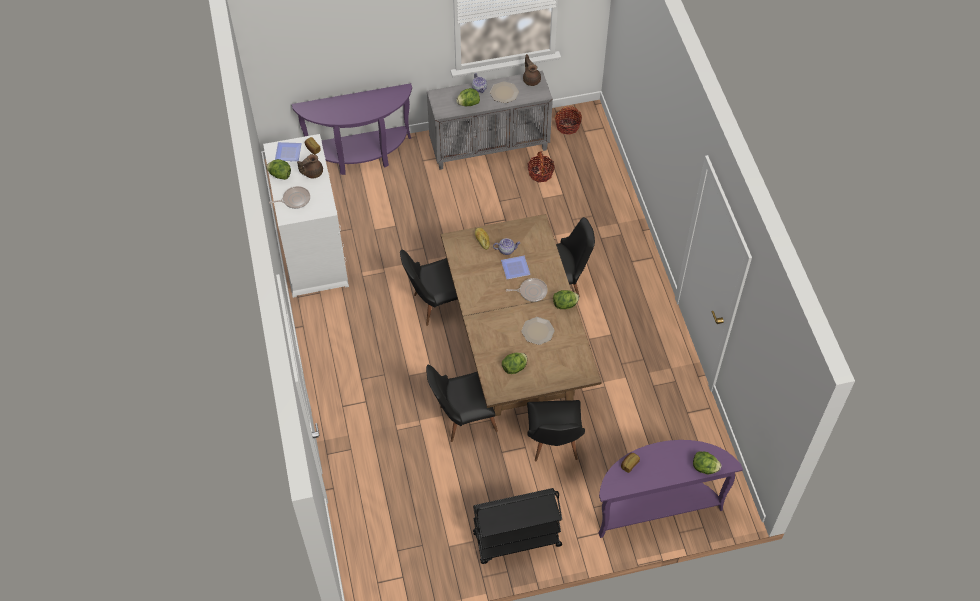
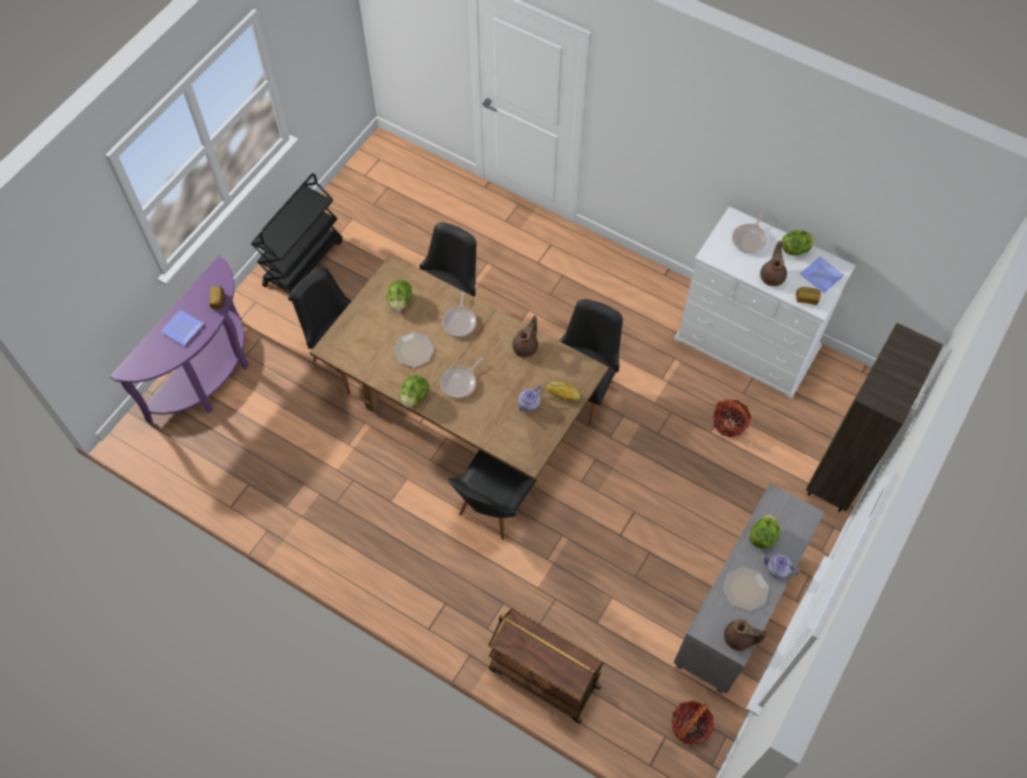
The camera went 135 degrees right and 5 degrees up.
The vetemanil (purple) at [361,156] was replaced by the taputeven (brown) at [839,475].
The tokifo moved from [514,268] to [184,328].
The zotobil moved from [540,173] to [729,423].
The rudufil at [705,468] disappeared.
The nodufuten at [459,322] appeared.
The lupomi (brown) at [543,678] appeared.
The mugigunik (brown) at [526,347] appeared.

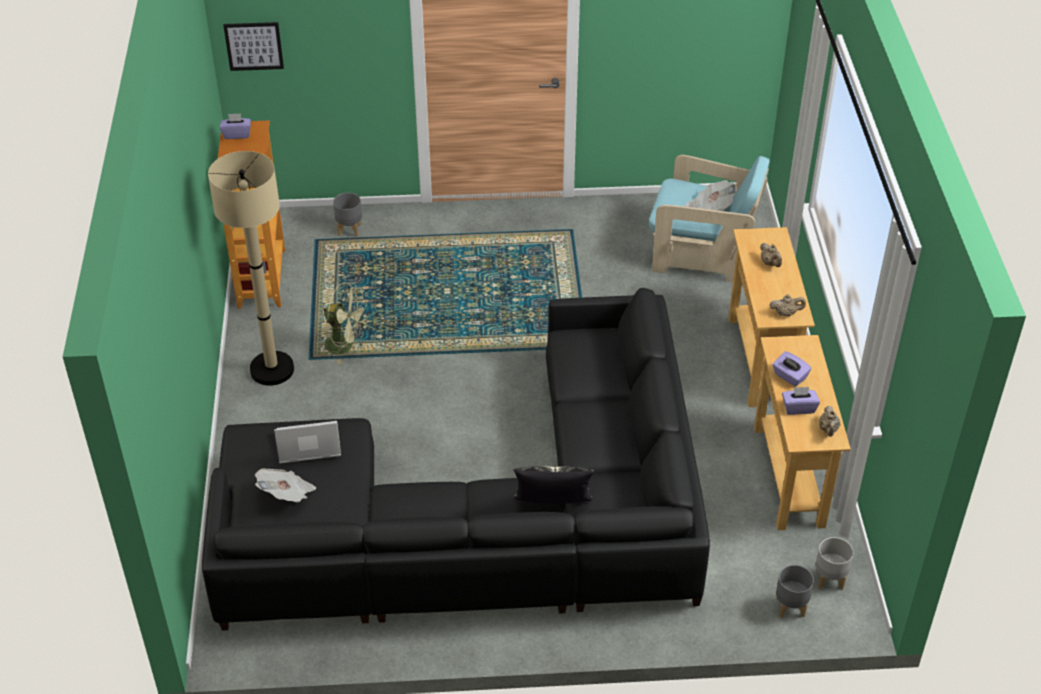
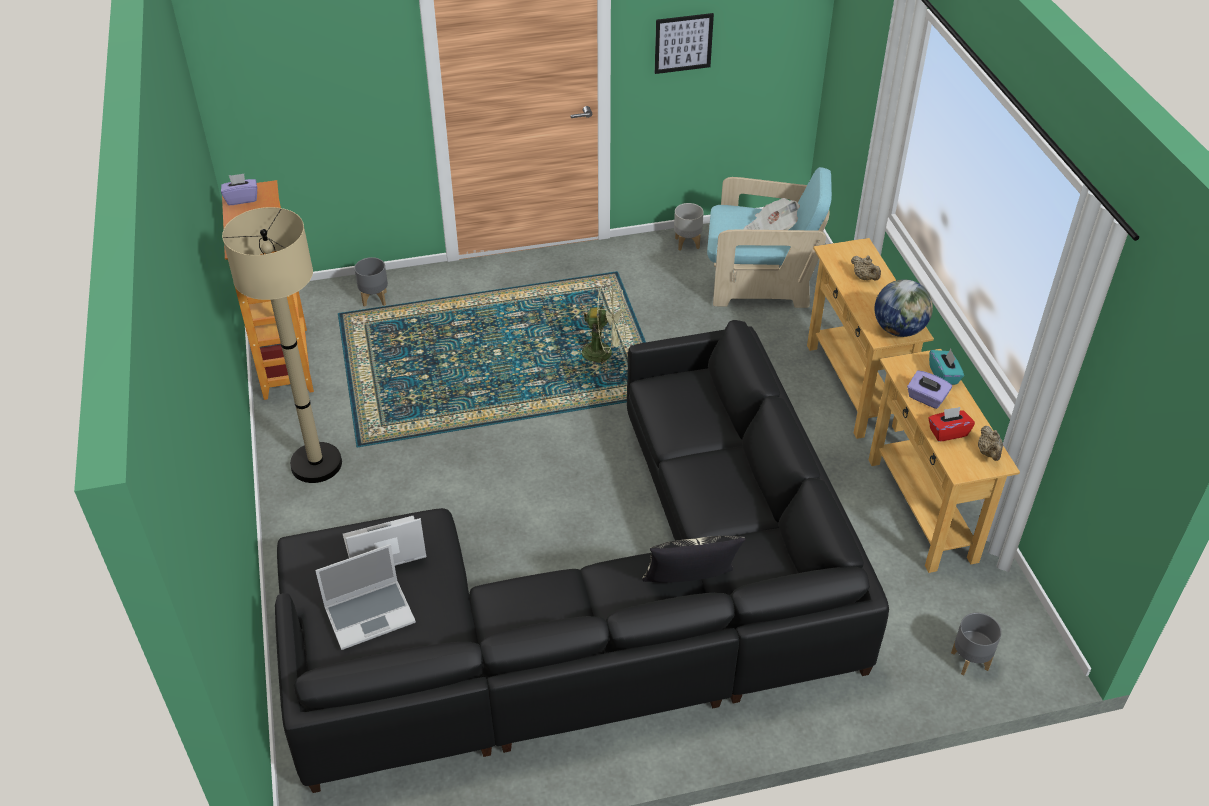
The camera went 10 degrees left and 0 degrees up.
The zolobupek moved from [254,46] to [683,43].
The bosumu at [287,494] was replaced by the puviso at [370,614].
The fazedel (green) moved from [345,346] to [604,353].
The mugigunik (beige) at [786,313] was replaced by the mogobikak at [899,329].
The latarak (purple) at [798,408] became the latarak (red) at [948,432].
The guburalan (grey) moved from [829,580] to [687,243].
The latarak (turquoise) at [944,375] appeared.

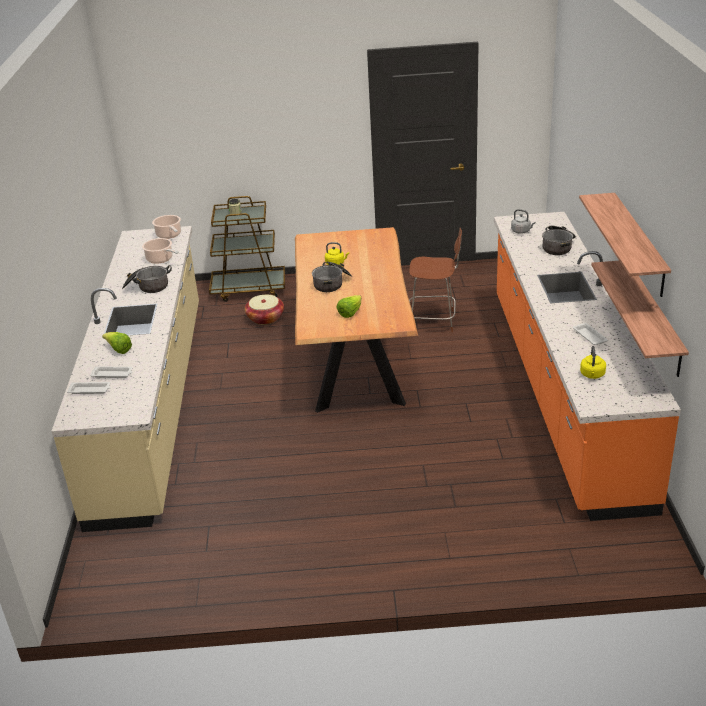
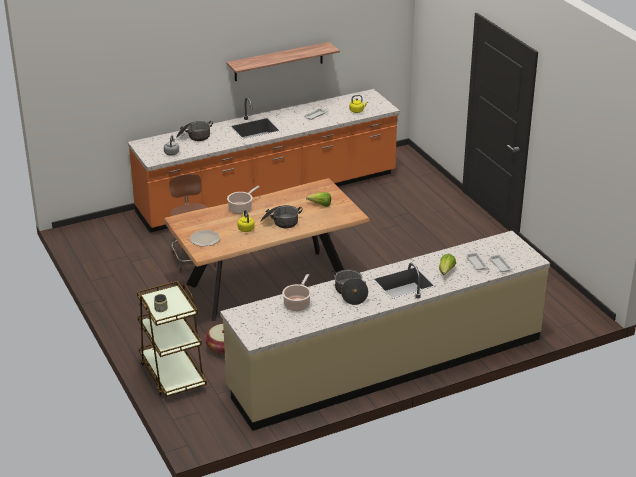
The camera went 115 degrees left and 0 degrees up.
The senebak moved from [169,235] to [241,208].
The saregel at [654,317] disappeared.
The tokifo at [204,239] appeared.

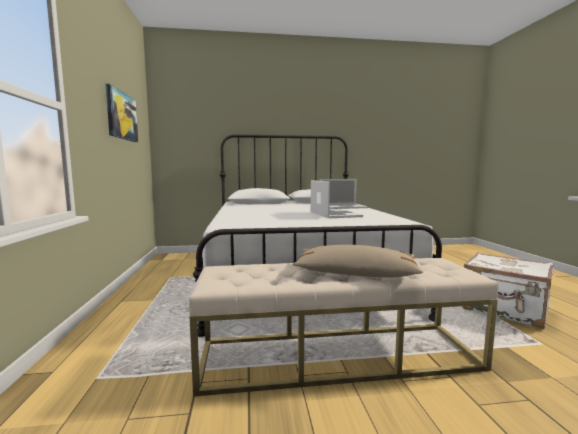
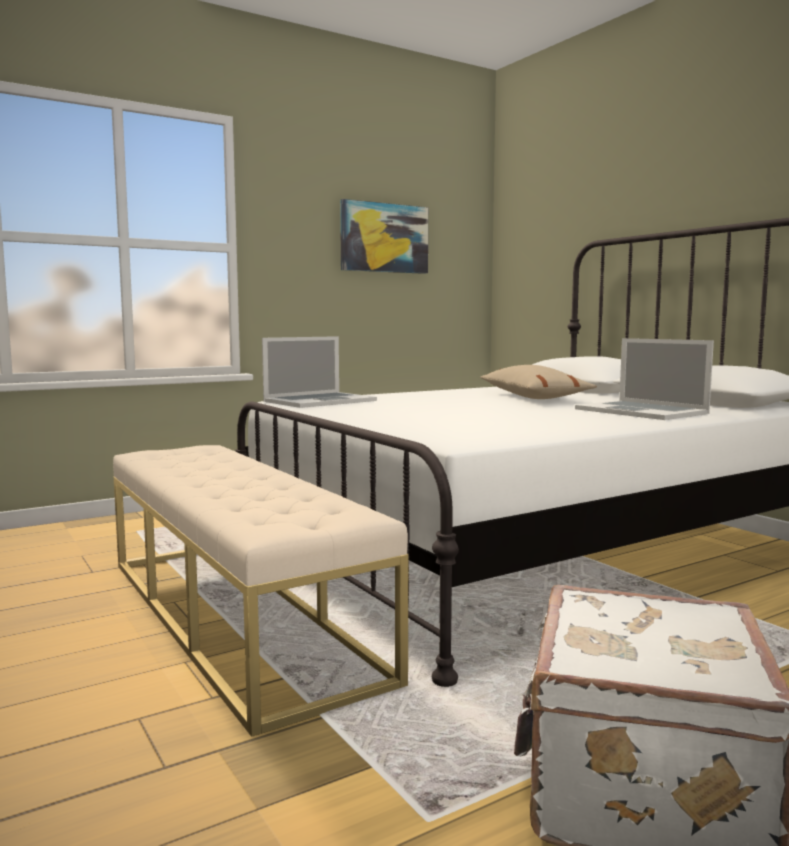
The camera went 65 degrees right and 0 degrees up.
The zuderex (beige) moved from [355,273] to [533,397].
The puviso moved from [334,214] to [319,401].

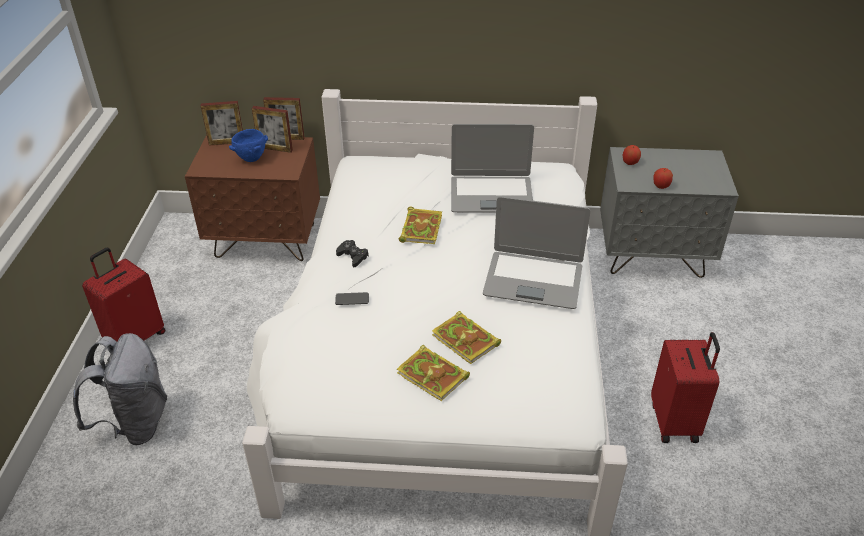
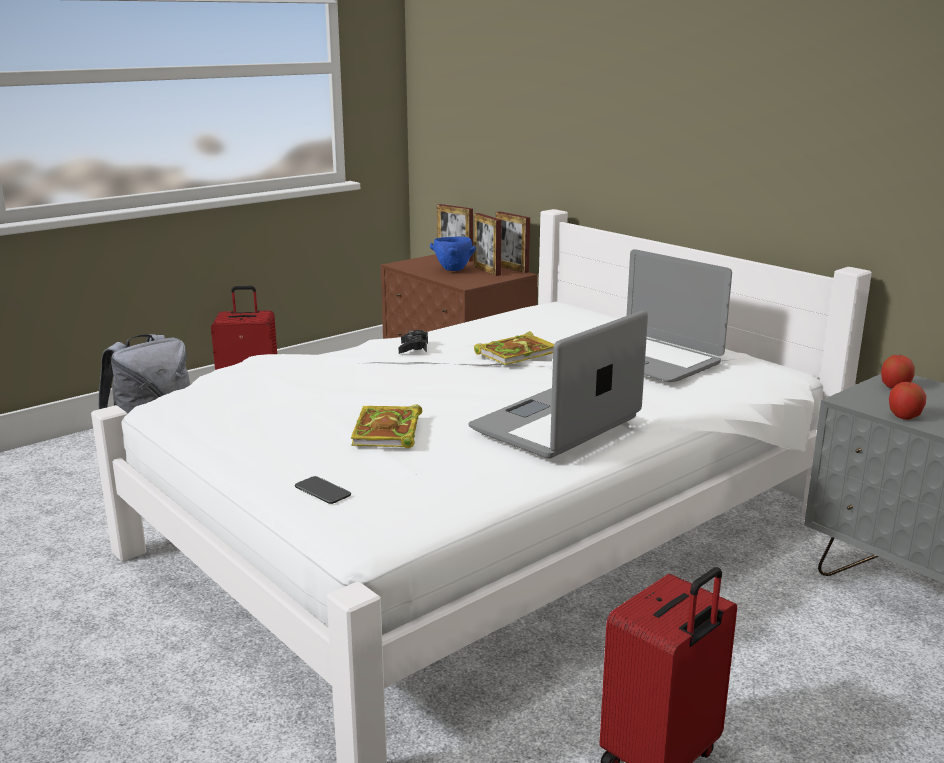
The camera went 45 degrees right and 20 degrees down.
The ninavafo moved from [352,299] to [322,491].
The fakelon at [434,376] disappeared.
The puviso at [533,280] turned 75 degrees clockwise.

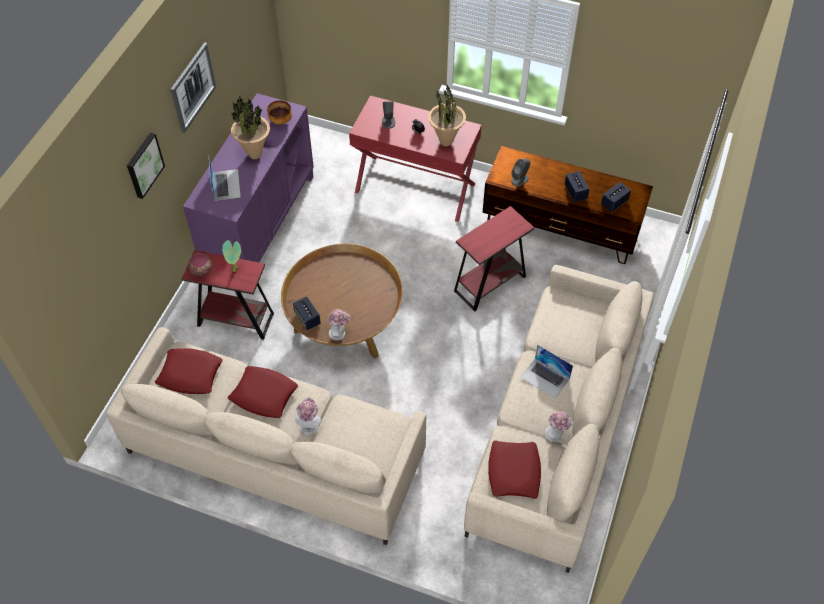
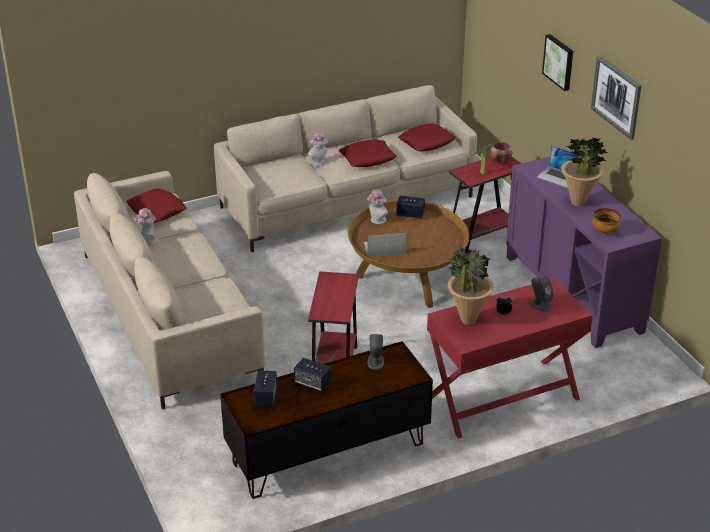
The camera went 135 degrees right and 20 degrees down.
The puviso moved from [545,378] to [384,248].

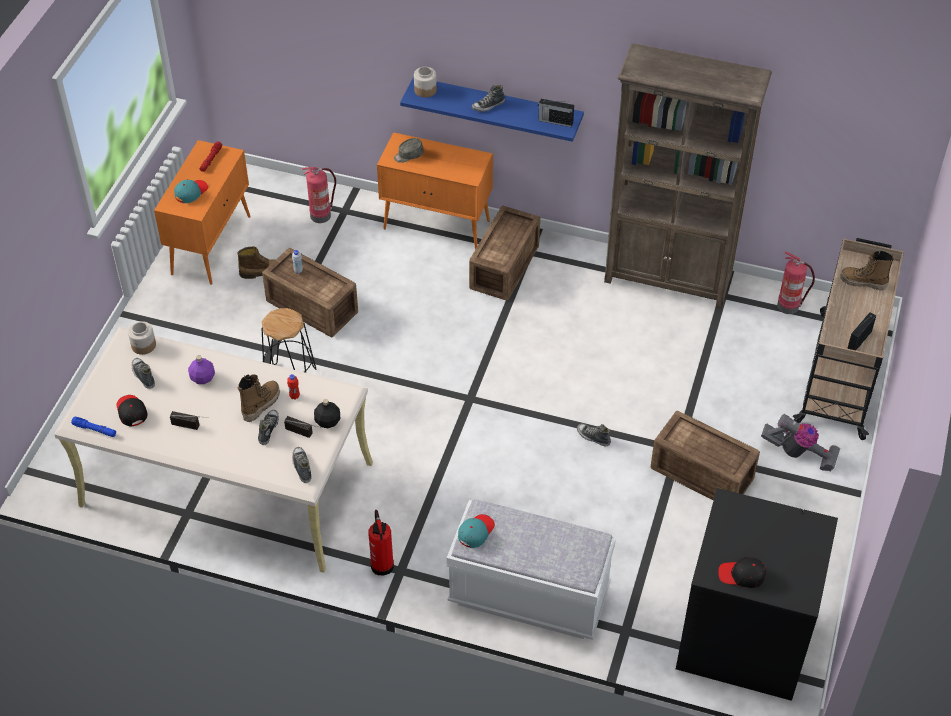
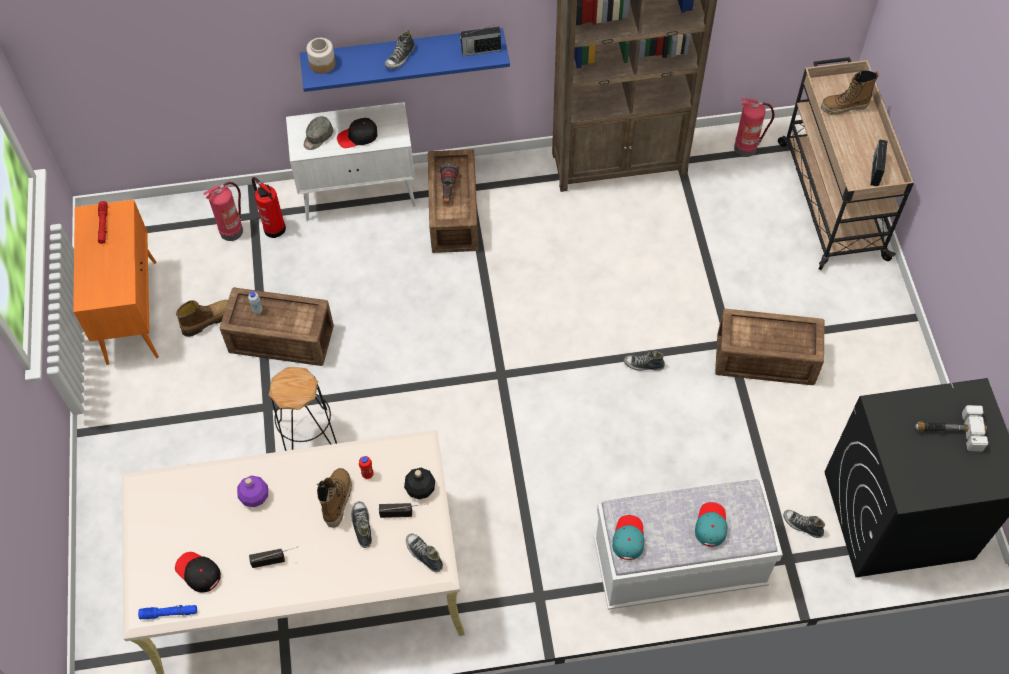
The camera went 25 degrees left and 10 degrees up.
The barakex at [143,345] disappeared.
The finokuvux moved from [143,376] to [802,525].
The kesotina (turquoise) moved from [191,192] to [710,525].
The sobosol moved from [382,563] to [273,227].
The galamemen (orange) at [437,225] became the galamemen (white) at [360,194].
The kesotina (black) moved from [741,575] to [358,137].
The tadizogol at [799,453] disappeared.
The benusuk at [448,190] appeared.
The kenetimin at [948,431] appeared.

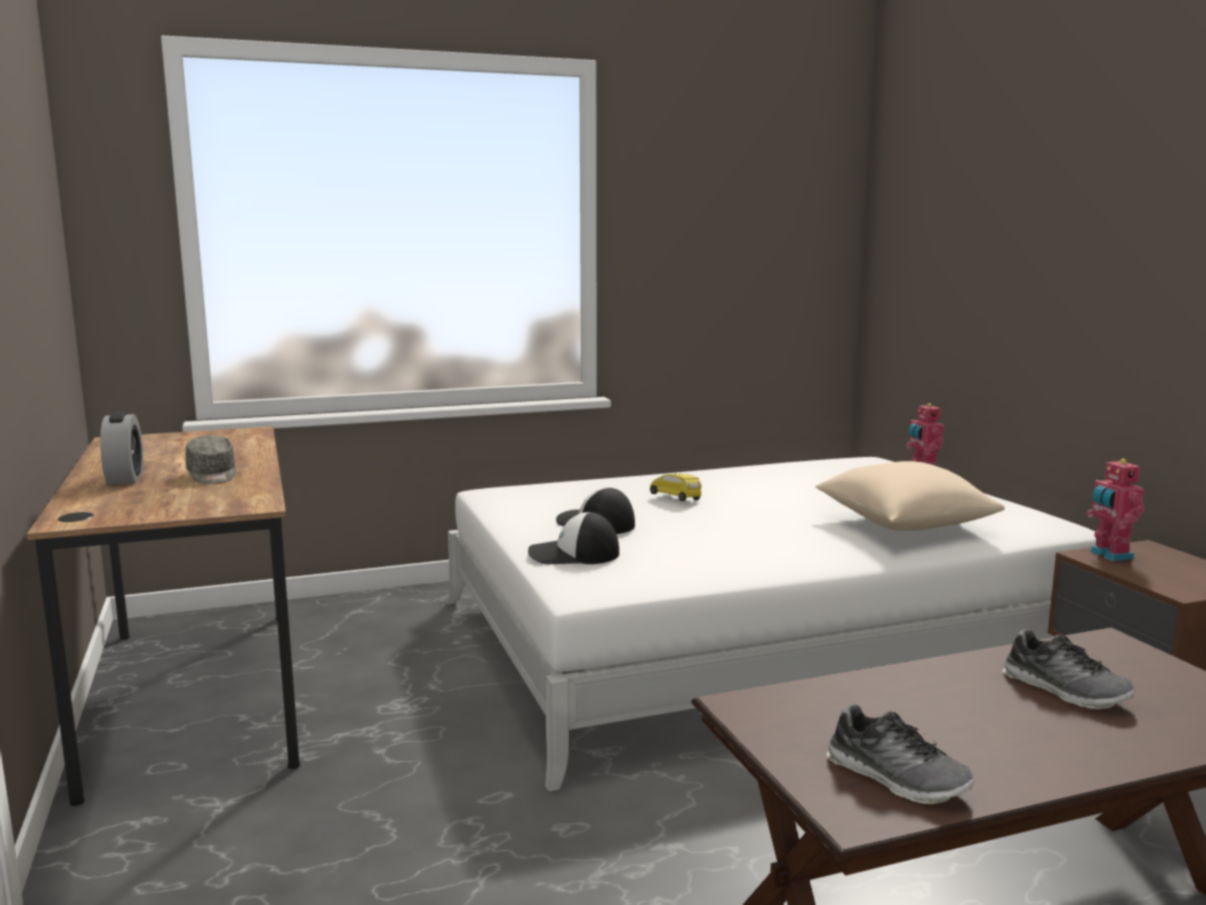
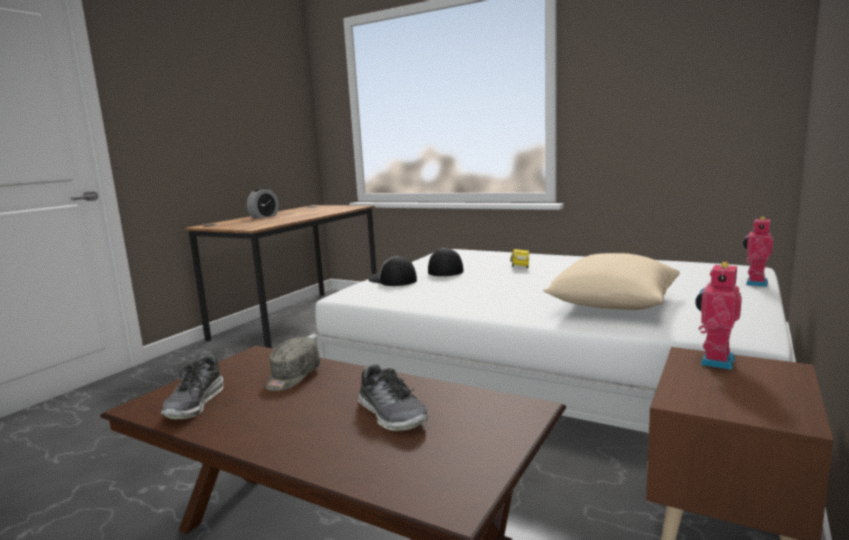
The camera went 50 degrees right and 0 degrees up.
The kesotina (grey) moved from [212,475] to [292,377].
The finokuvux at [1065,691] turned 45 degrees counterclockwise.

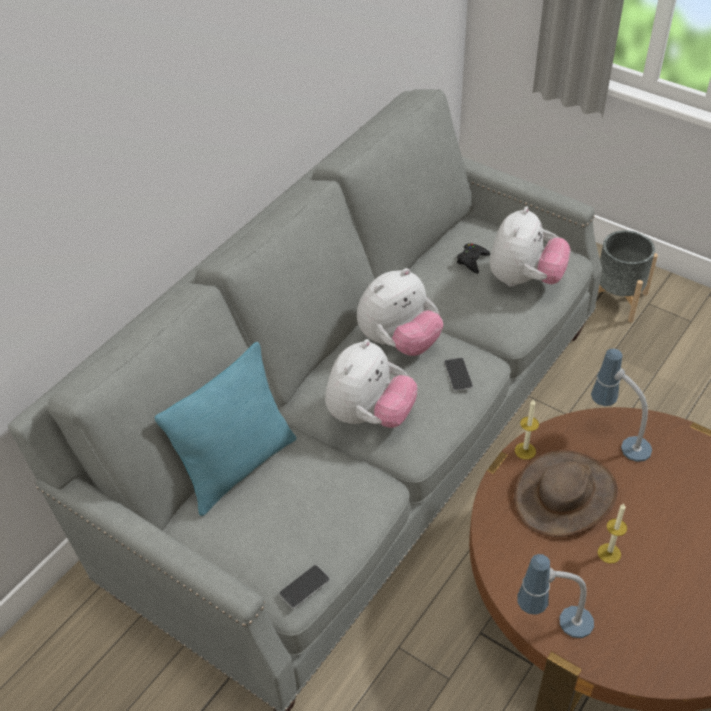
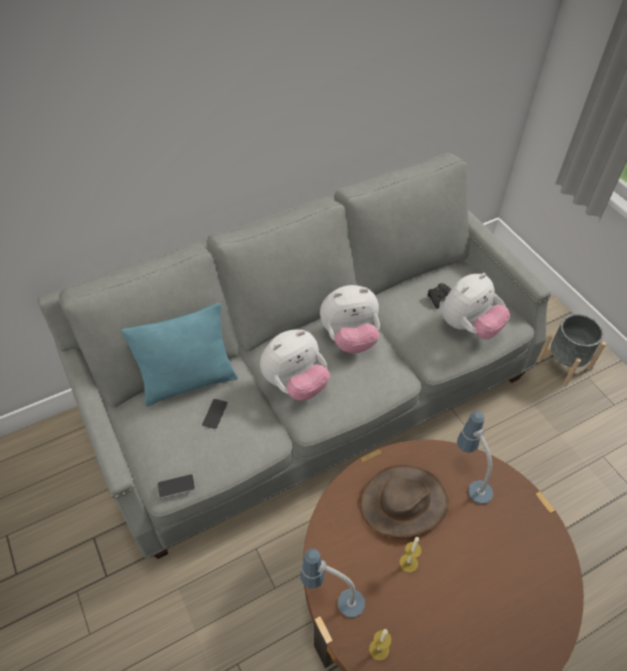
The camera went 25 degrees right and 5 degrees up.
The ninavafo moved from [458,374] to [215,414].
The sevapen moved from [525,451] to [379,649].

